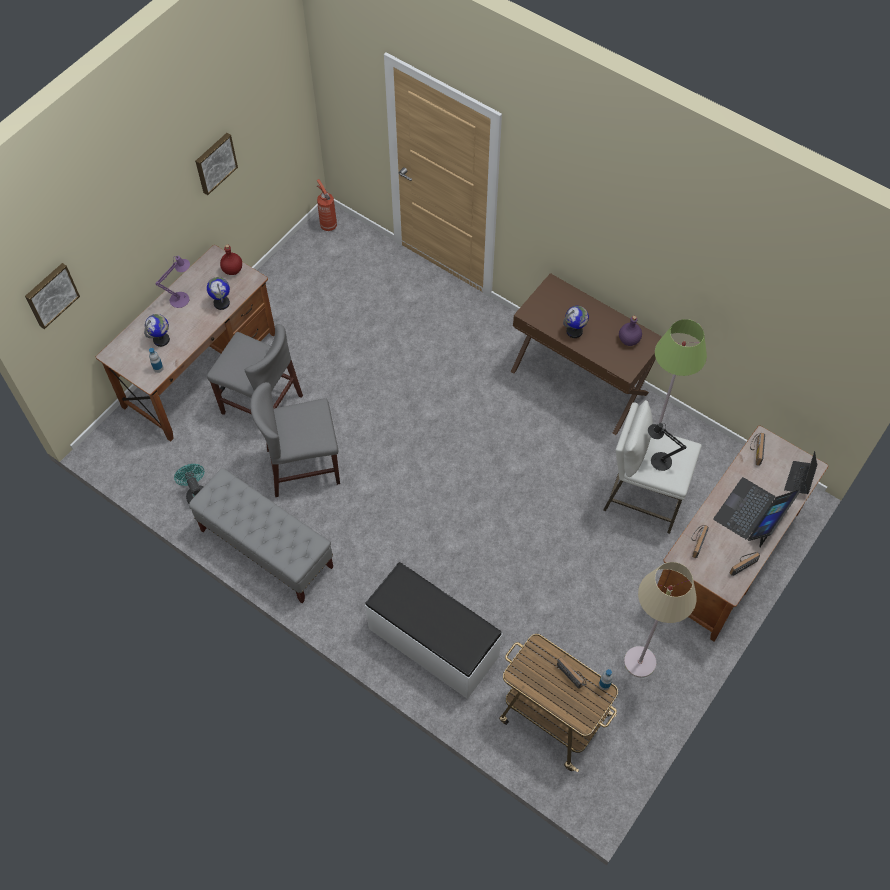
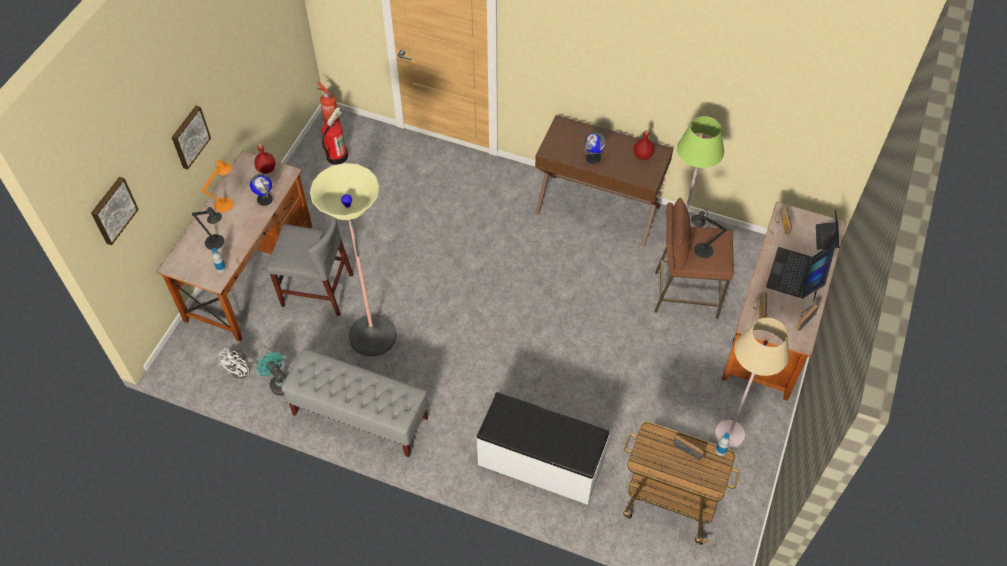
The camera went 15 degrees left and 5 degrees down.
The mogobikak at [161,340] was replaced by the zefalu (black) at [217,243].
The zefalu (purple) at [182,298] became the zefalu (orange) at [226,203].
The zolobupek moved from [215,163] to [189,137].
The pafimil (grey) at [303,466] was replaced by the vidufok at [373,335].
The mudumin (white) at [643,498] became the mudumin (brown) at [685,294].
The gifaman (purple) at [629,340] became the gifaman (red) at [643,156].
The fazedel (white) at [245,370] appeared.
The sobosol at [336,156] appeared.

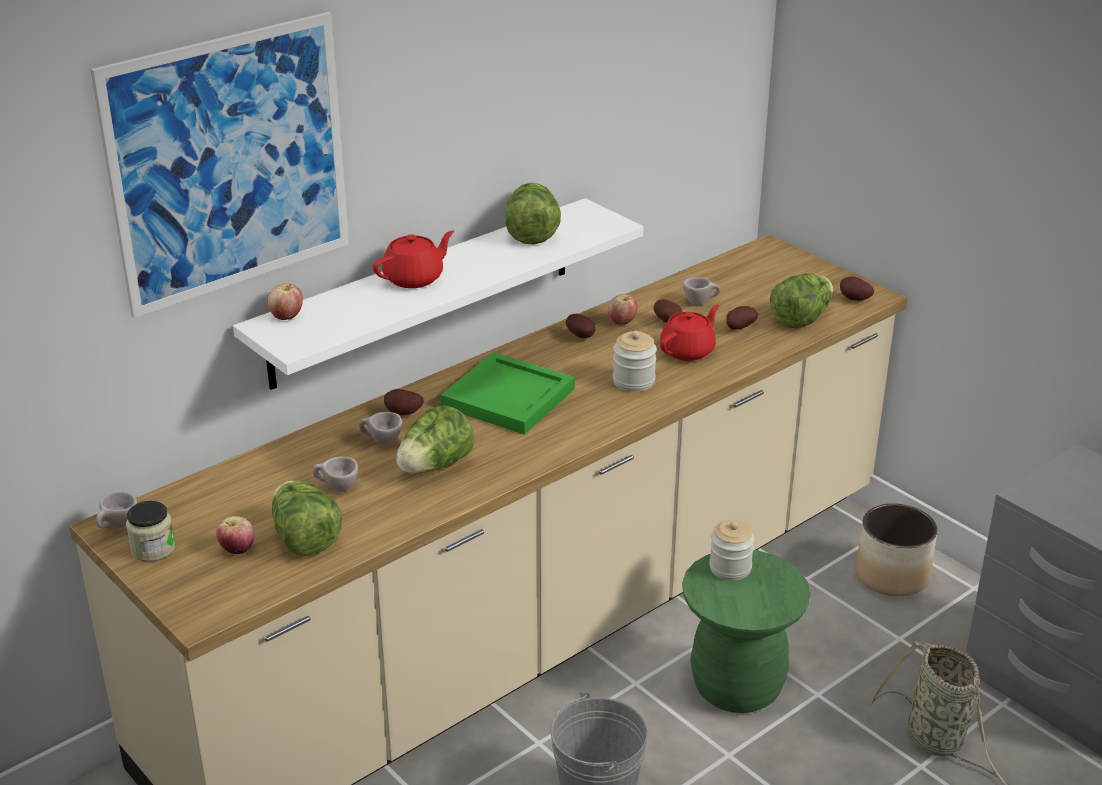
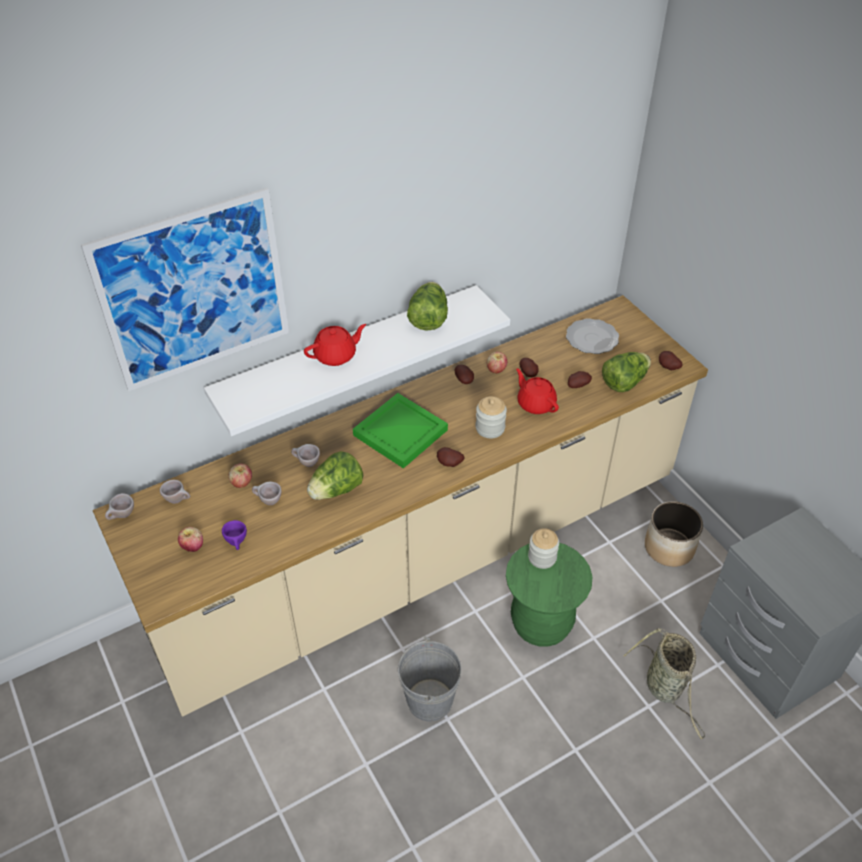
The camera went 10 degrees right and 15 degrees up.
The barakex at [153,549] disappeared.
The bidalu moved from [286,316] to [242,483].
The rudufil at [304,539] was replaced by the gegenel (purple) at [237,543].
The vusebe moved from [403,414] to [449,464].
The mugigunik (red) at [688,351] turned 90 degrees counterclockwise.
The gegenel (beige) moved from [700,303] to [178,500].
The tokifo at [592,338] appeared.

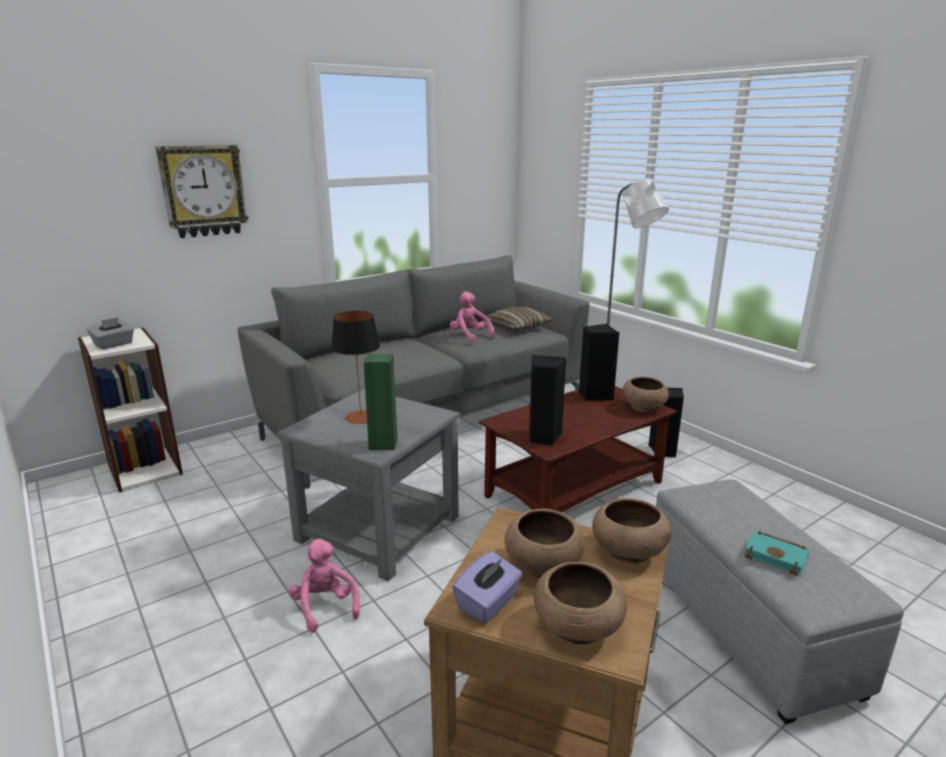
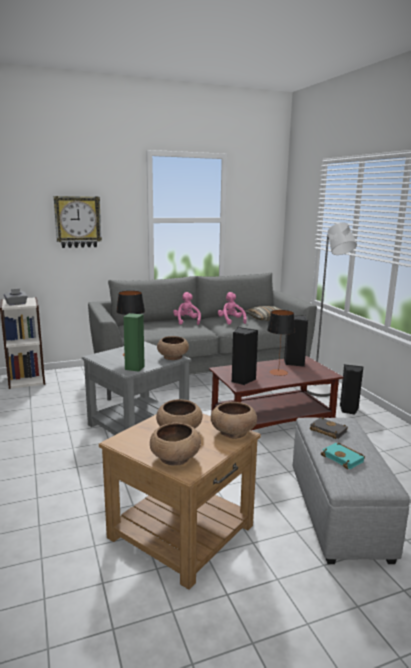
The camera went 15 degrees right and 5 degrees down.
The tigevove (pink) moved from [325,606] to [186,322].
The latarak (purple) at [488,603] disappeared.
The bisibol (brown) moved from [644,407] to [173,357].
The zefalu at [278,372] appeared.
The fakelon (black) at [326,431] appeared.

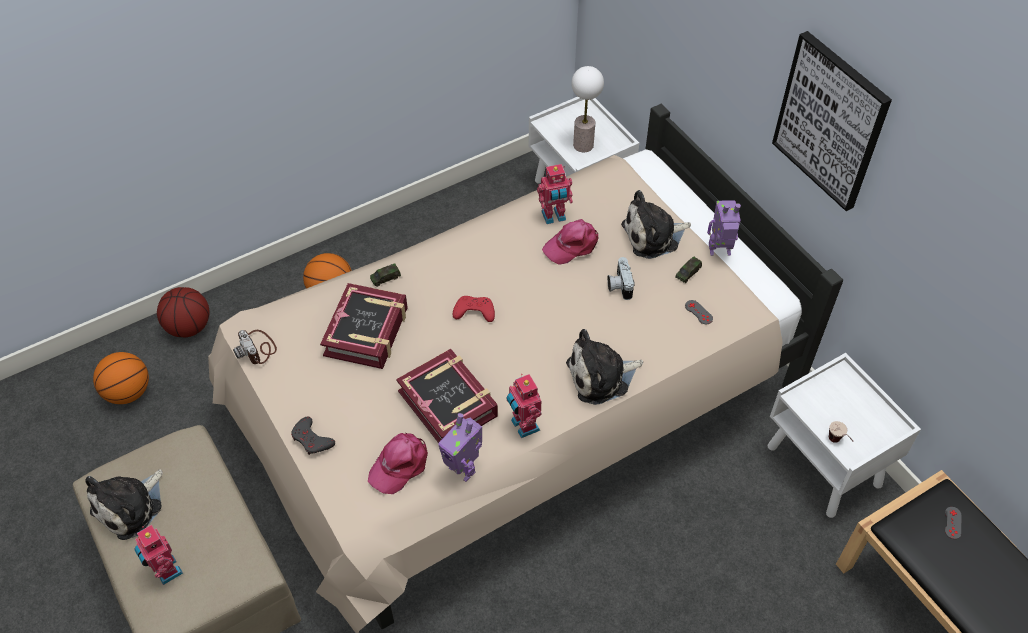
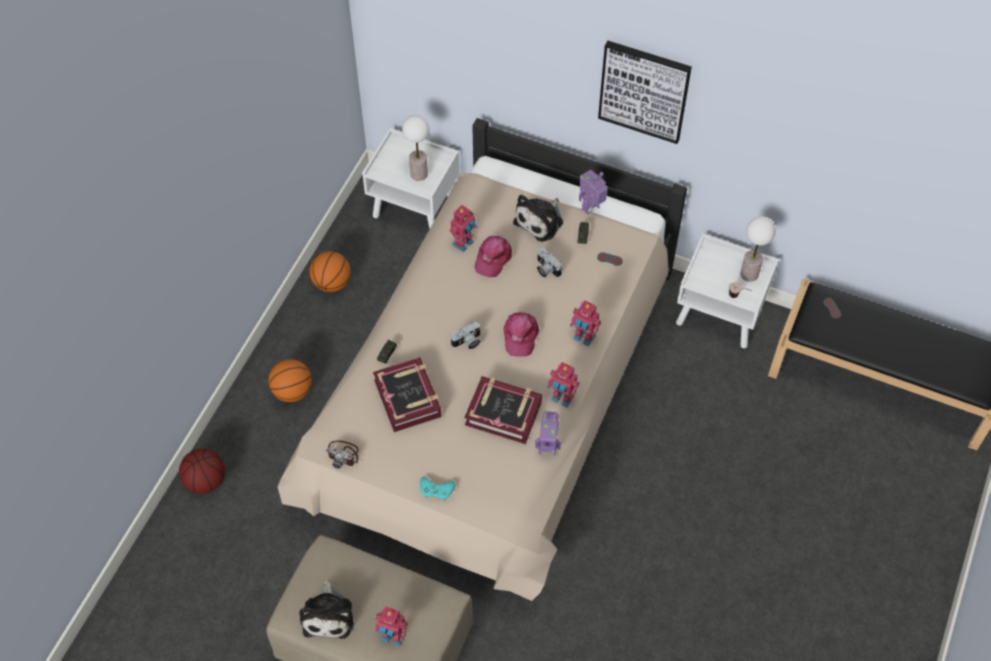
The camera went 35 degrees left and 5 degrees up.
The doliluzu moved from [128,392] to [332,283].
The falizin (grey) at [312,439] became the falizin (turquoise) at [436,490].
The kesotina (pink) moved from [400,464] to [520,335].
The falizin (red) at [474,311] was replaced by the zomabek at [467,342].
The tigevove at [601,376] was replaced by the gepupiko at [583,338].
The zefalu at [749,274] appeared.

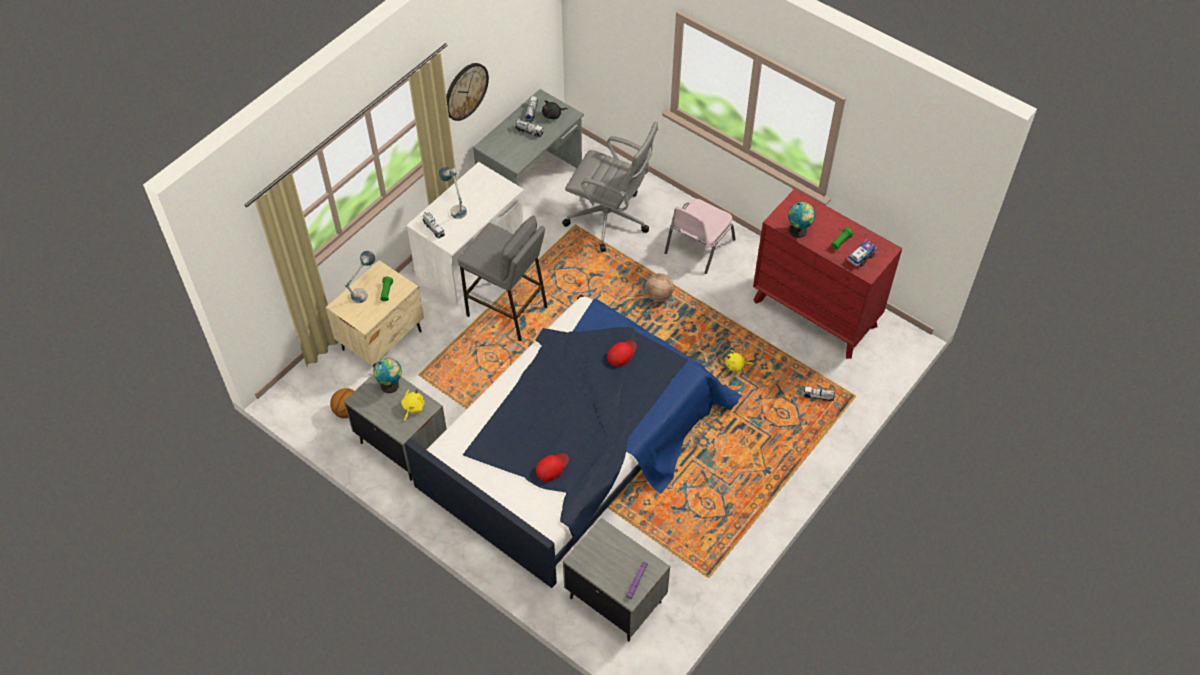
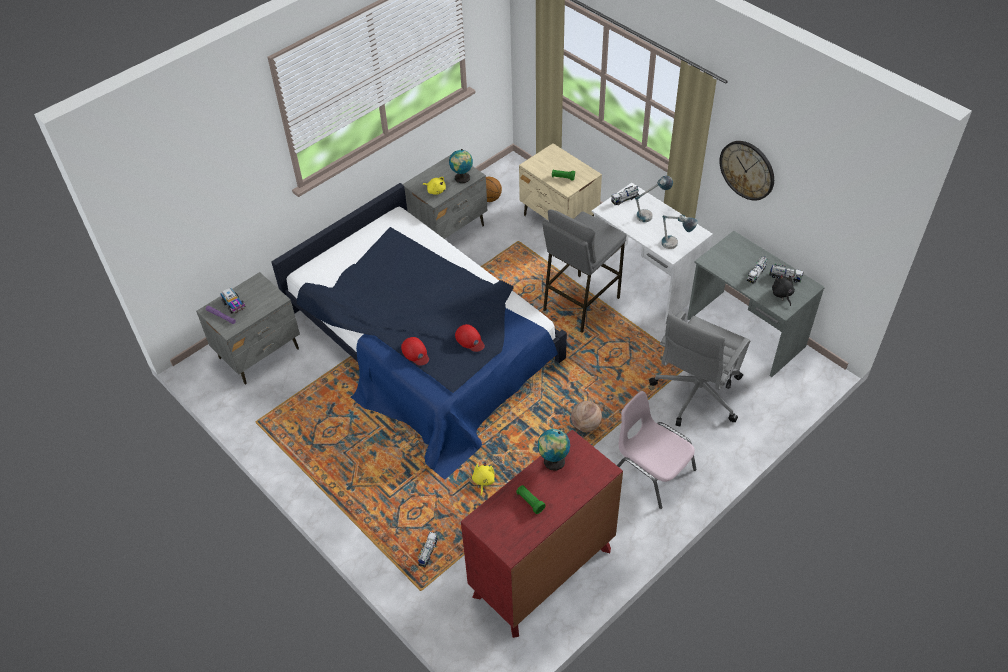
The camera went 100 degrees right and 5 degrees down.
The zefalu moved from [364,291] to [675,246].
The kesotina (red) moved from [552,467] to [415,353].
The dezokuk moved from [861,257] to [234,305].

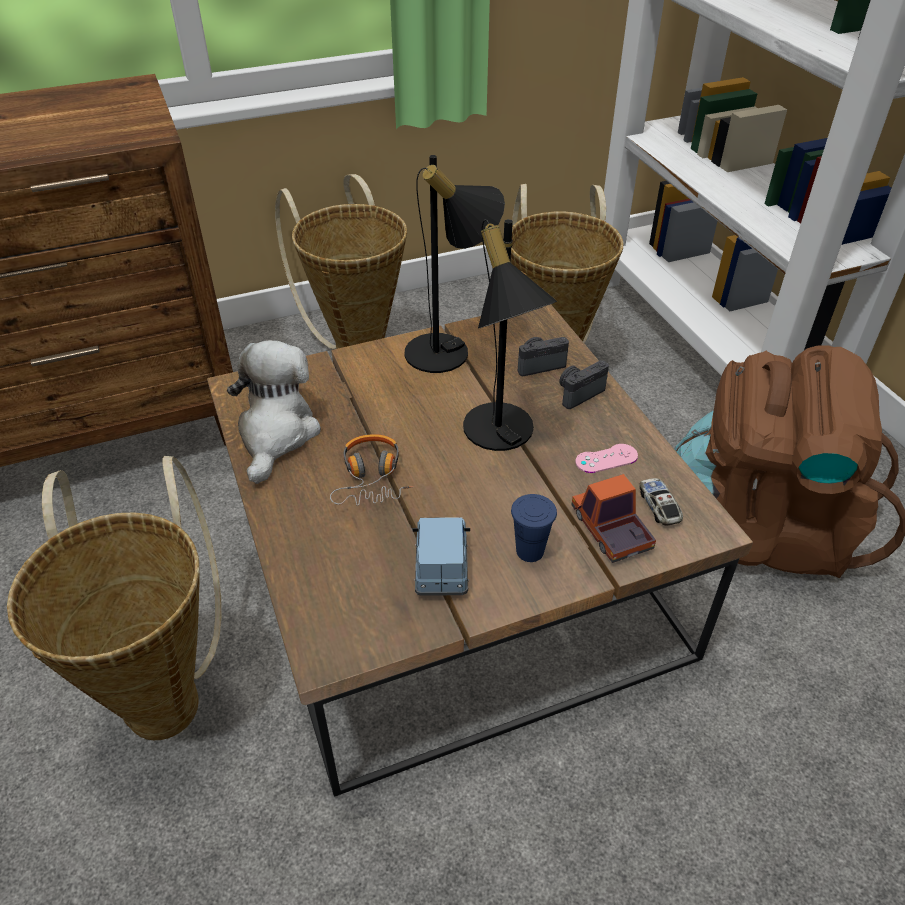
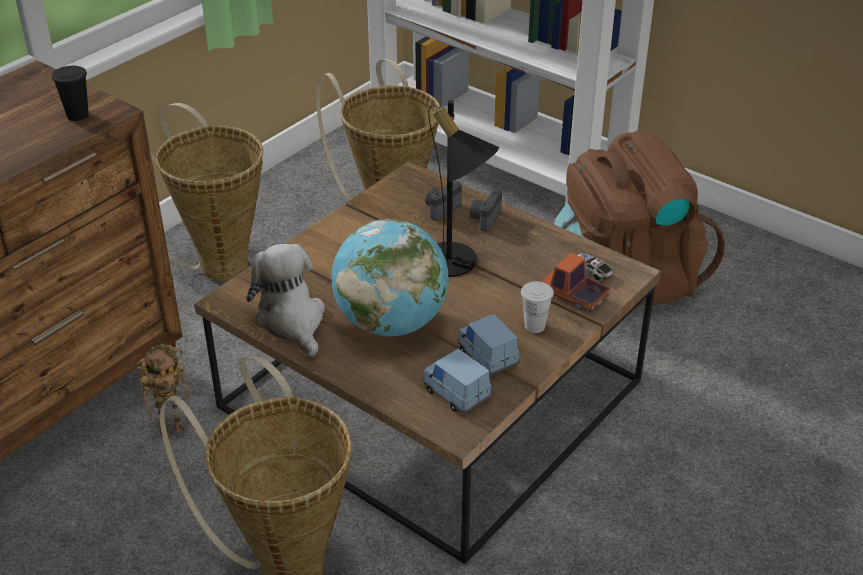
The camera went 30 degrees left and 5 degrees down.
The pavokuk at [371,478] was replaced by the mogobikak at [391,323].
The zefalu (black) at [449,352] disappeared.
The gegenel (blue) at [530,551] became the gegenel (white) at [534,326].
The falizin (pink) at [606,459] disappeared.
The gegenel (black) at [77,115] appeared.
The gepupiko at [172,429] appeared.
The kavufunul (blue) at [456,393] appeared.

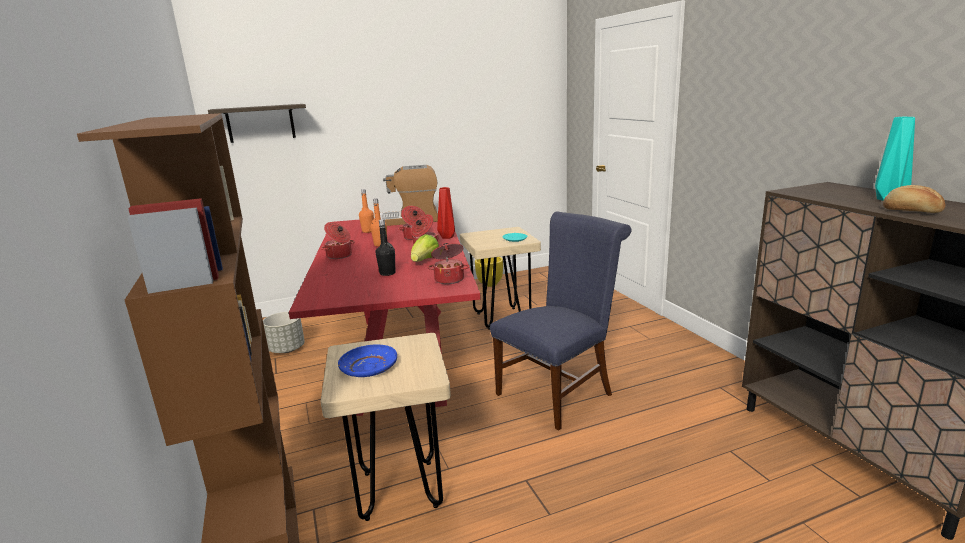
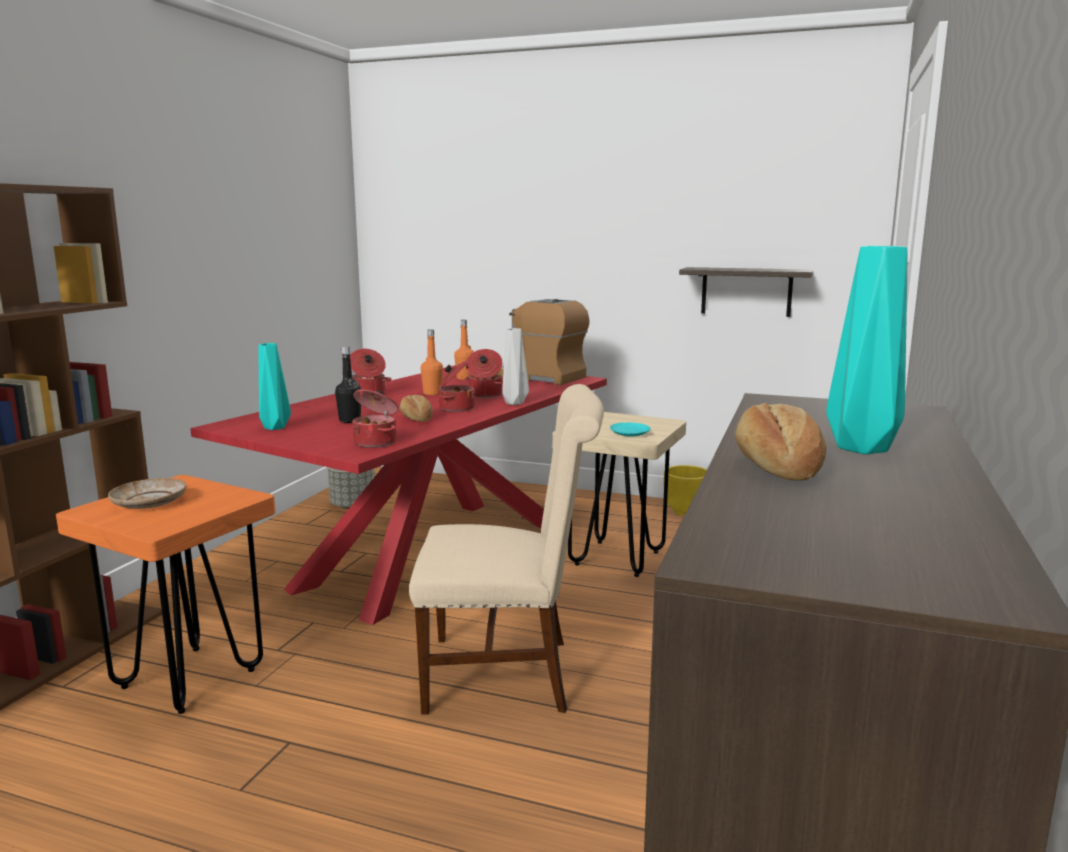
The camera went 40 degrees right and 5 degrees down.
The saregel moved from [260,123] to [746,291].
The mudumin (beige) at [399,490] became the mudumin (orange) at [188,679].
The tokifo (blue) at [369,368] became the tokifo (beige) at [149,502].
The rudufil at [425,261] was replaced by the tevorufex at [416,419].
The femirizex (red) at [447,237] became the femirizex (grey) at [513,403].
The pafimil (blue) at [559,392] became the pafimil (beige) at [509,674].
The femirizex (turquoise) at [276,427] appeared.

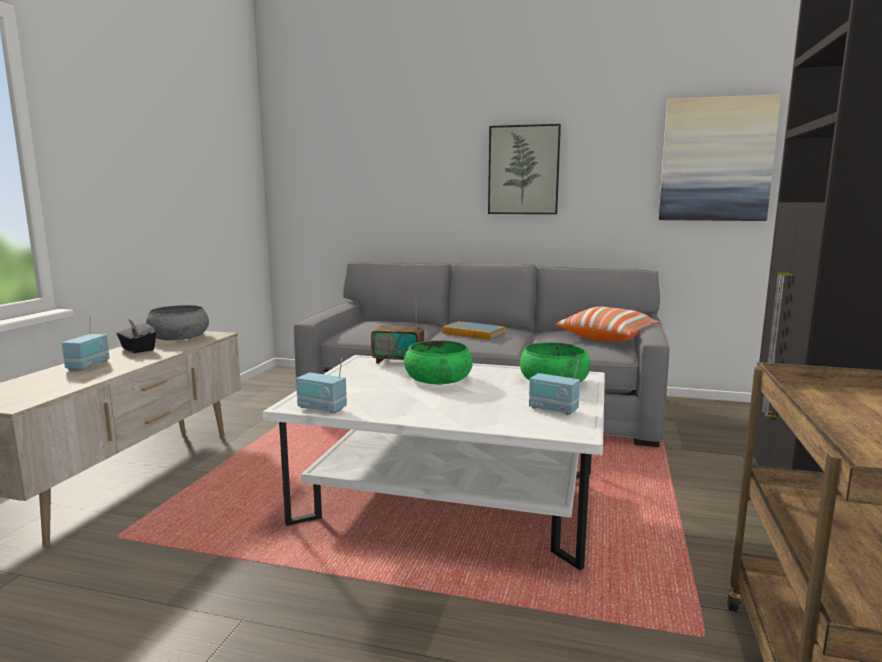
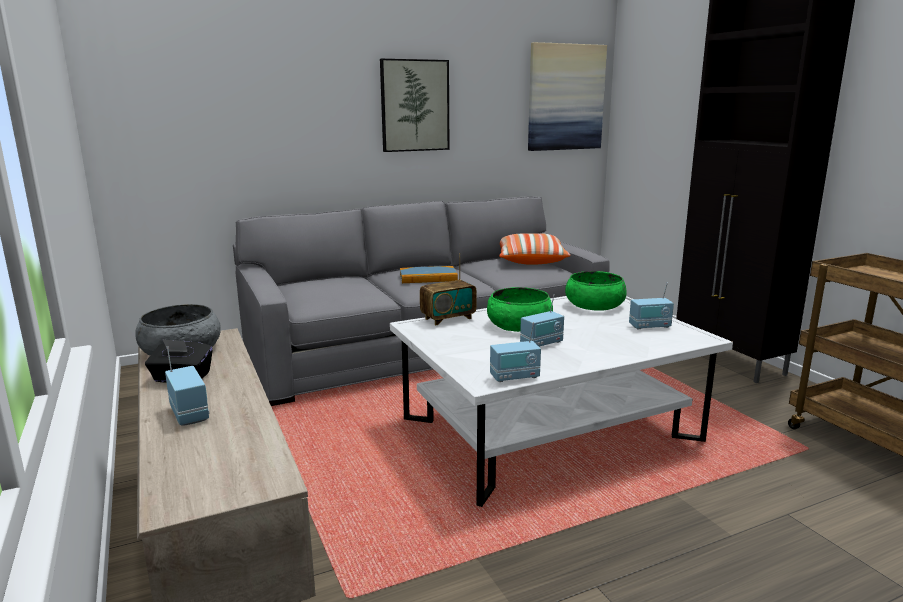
The camera went 40 degrees left and 5 degrees up.
The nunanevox at [541,343] appeared.

